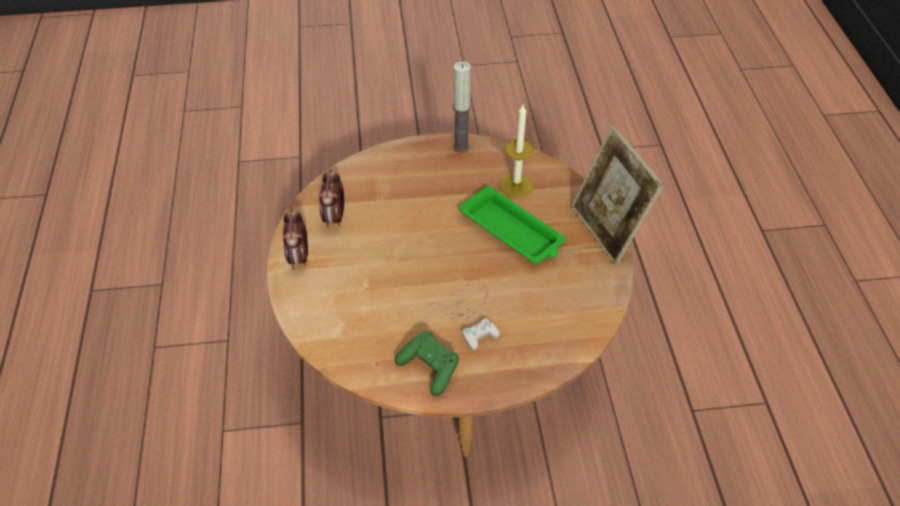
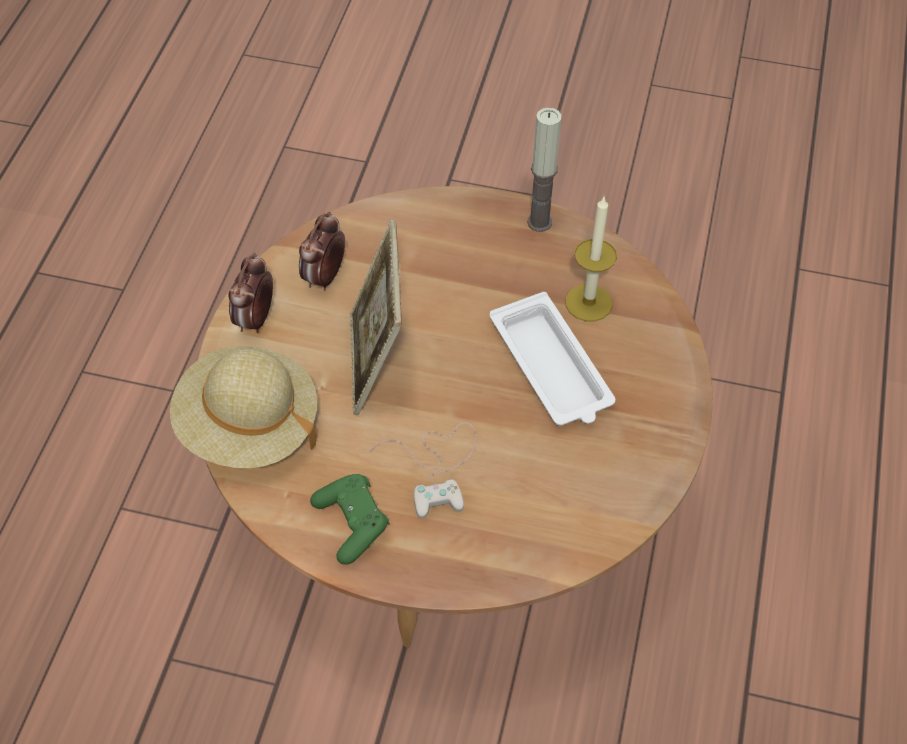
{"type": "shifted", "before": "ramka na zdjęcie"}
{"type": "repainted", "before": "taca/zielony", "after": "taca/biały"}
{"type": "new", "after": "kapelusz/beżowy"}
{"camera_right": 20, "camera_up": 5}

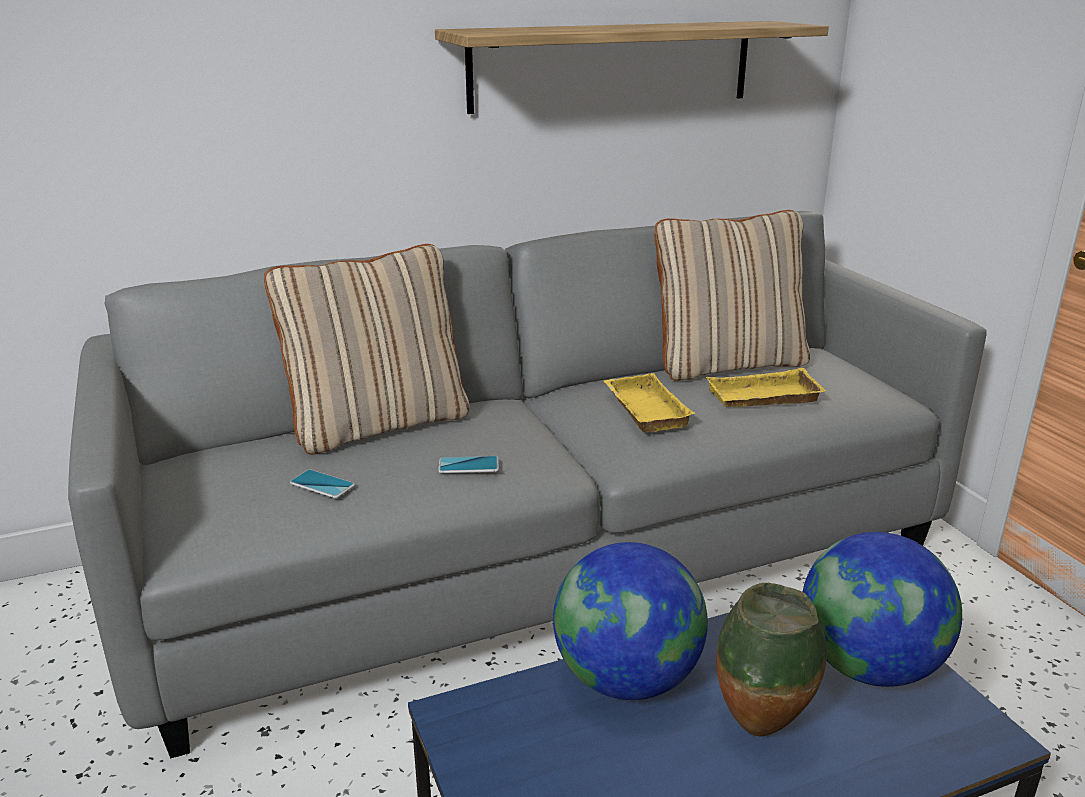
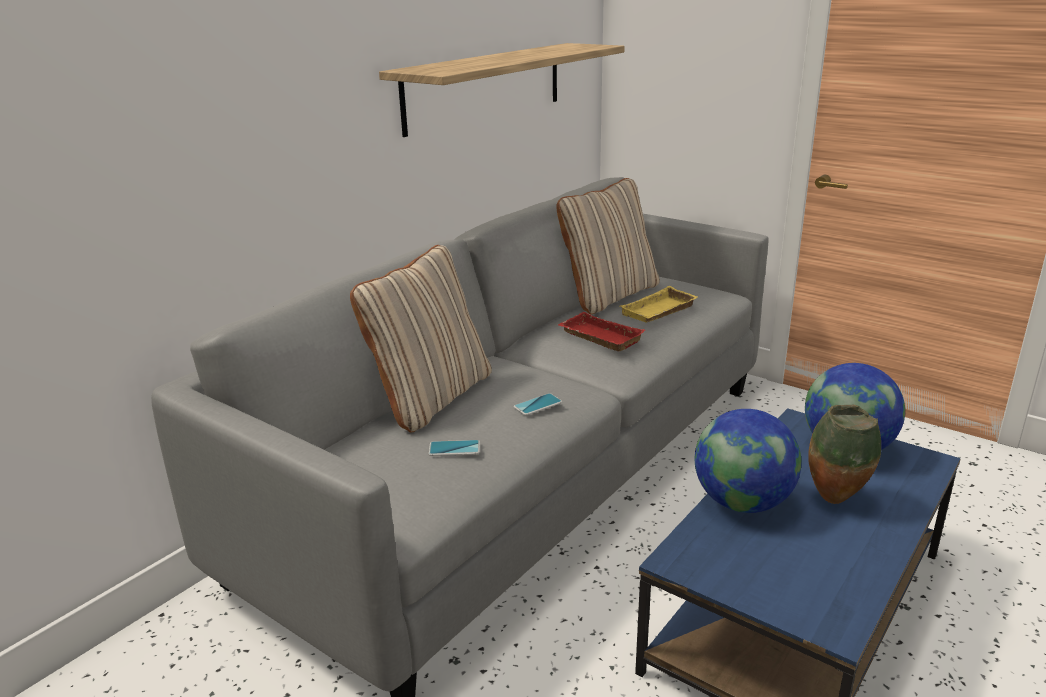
{"type": "repainted", "before": "taca/żółty (no. 1 from left)", "after": "taca/czerwony"}
{"camera_right": -30, "camera_up": 0}

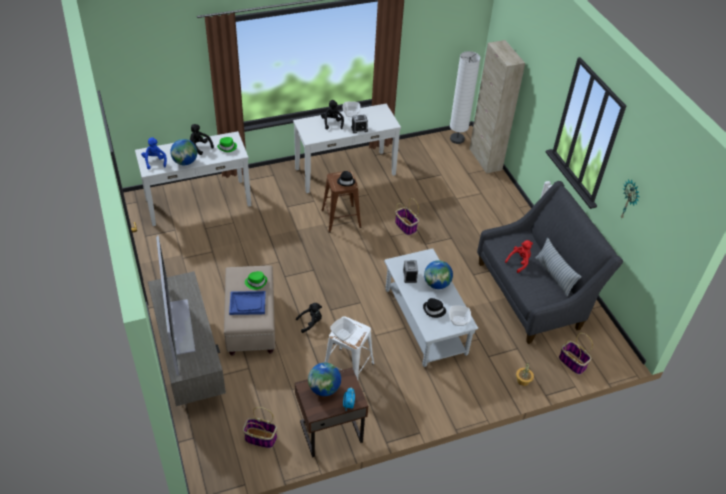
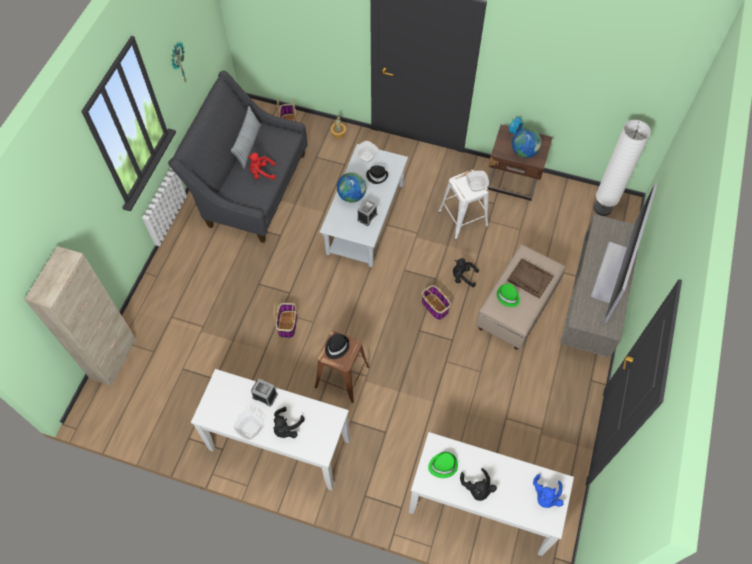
{"type": "shifted", "before": "lampa stojąca/biały"}
{"type": "gone", "before": "globus (no. 1 from left)"}
{"type": "repainted", "before": "taca/niebieski", "after": "taca/brązowy"}
{"type": "shifted", "before": "koszyk (no. 1 from left in the first image)", "after": "koszyk (no. 3 from left)"}
{"camera_right": -140, "camera_up": 15}

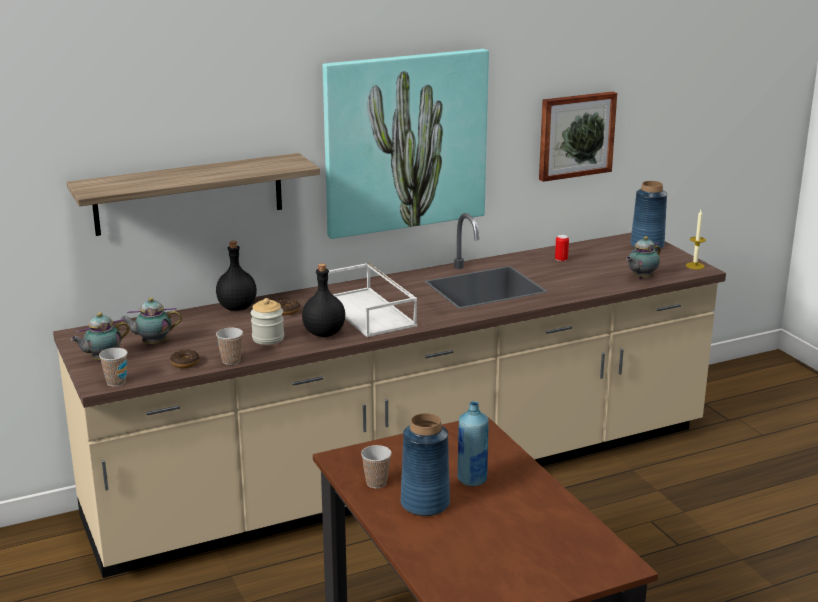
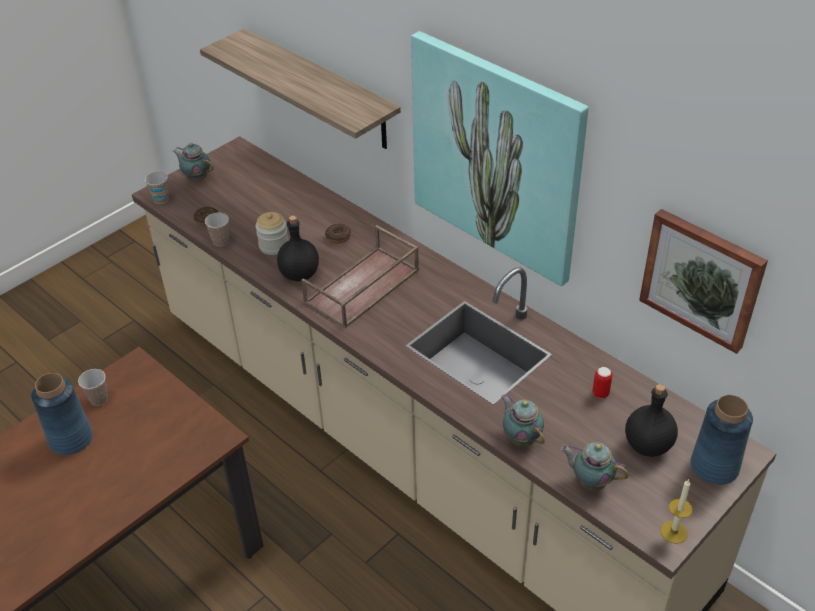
{"type": "shifted", "before": "butelka/czarny (no. 1 from left in the first image)", "after": "butelka/czarny (no. 2 from left)"}
{"type": "repainted", "before": "taca/biały", "after": "taca/brązowy"}
{"type": "shifted", "before": "imbryk (no. 2 from left)"}
{"type": "gone", "before": "butelka/niebieski"}
{"camera_right": 70, "camera_up": 20}

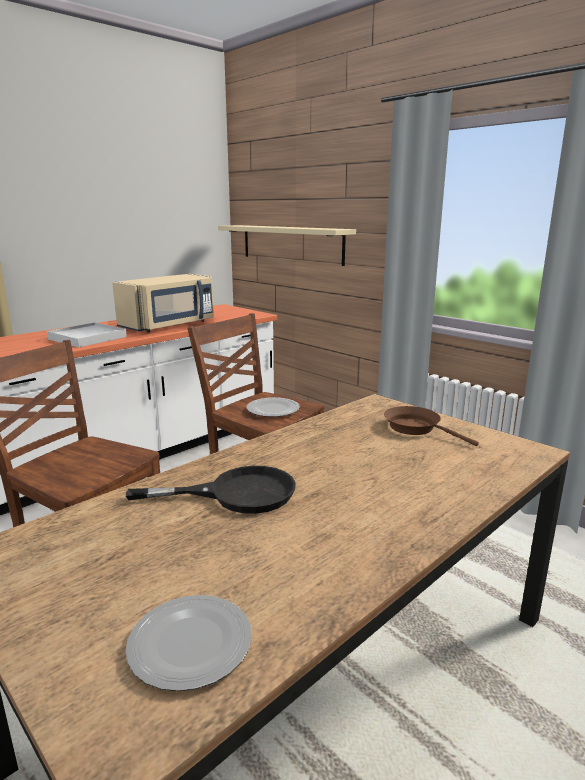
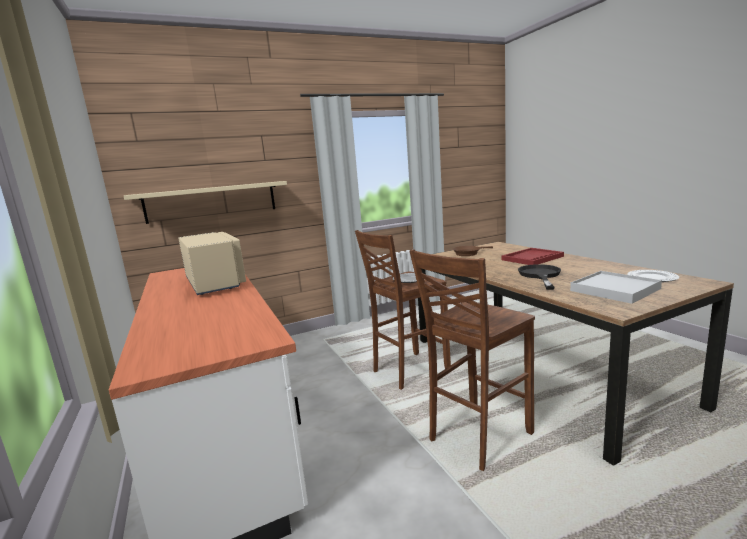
{"type": "shifted", "before": "taca/biały"}
{"type": "new", "after": "taca/czerwony"}
{"camera_right": -70, "camera_up": -5}

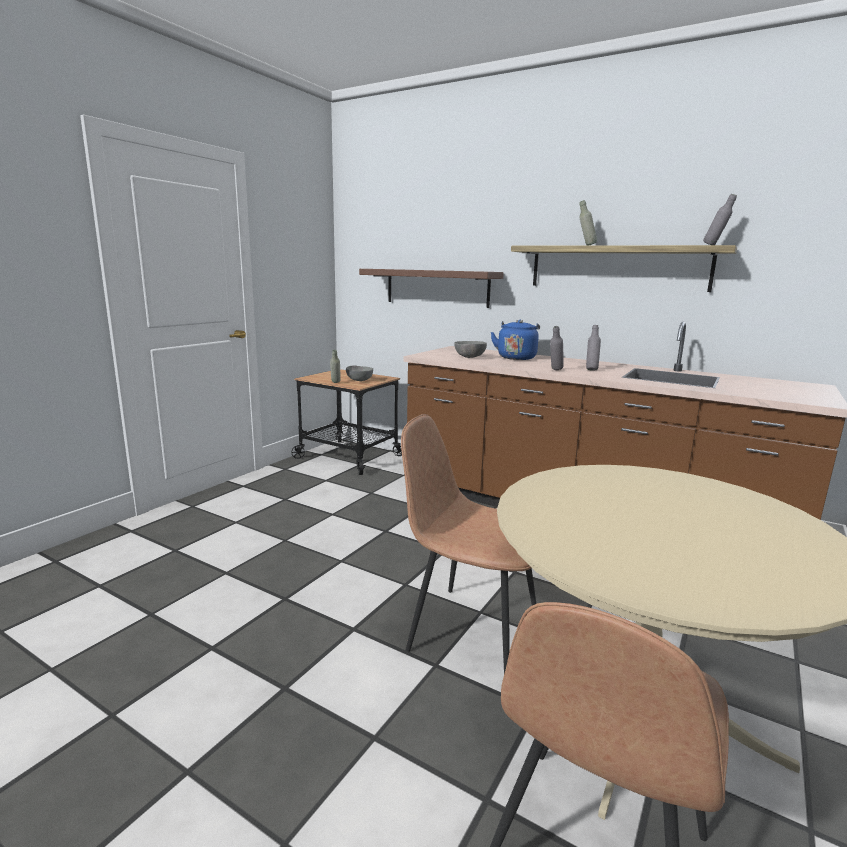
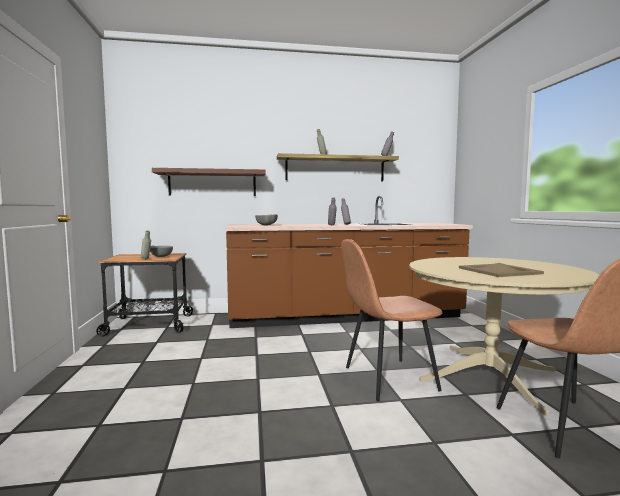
{"type": "gone", "before": "czajnik/niebieski"}
{"type": "new", "after": "taca/beżowy"}
{"camera_right": -40, "camera_up": -10}

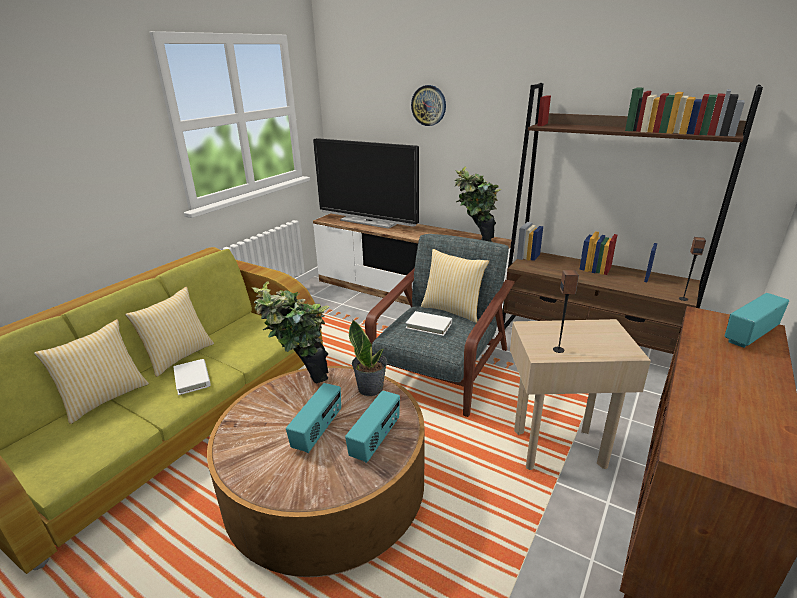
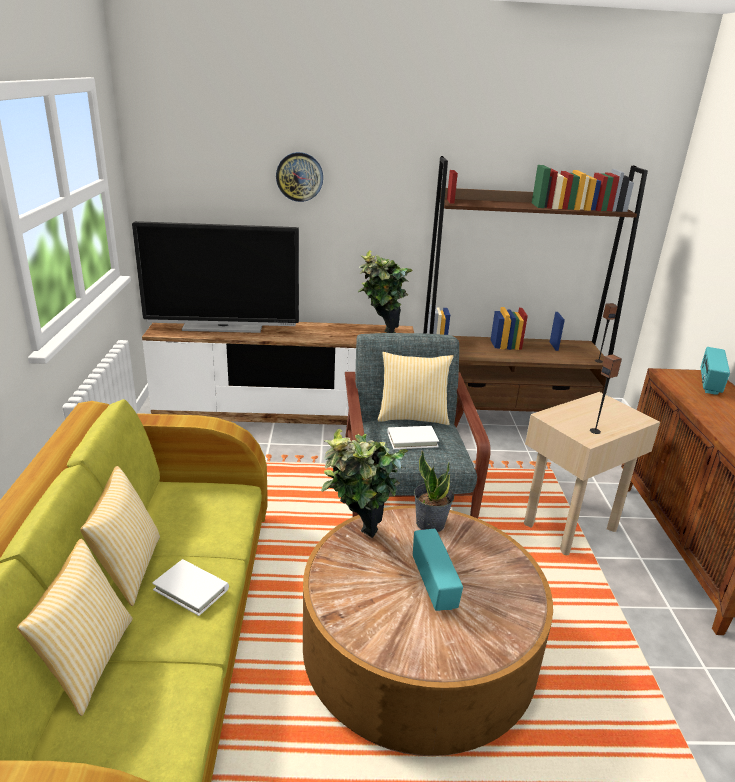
{"type": "gone", "before": "radio (no. 2 from left)"}
{"camera_right": -35, "camera_up": 0}

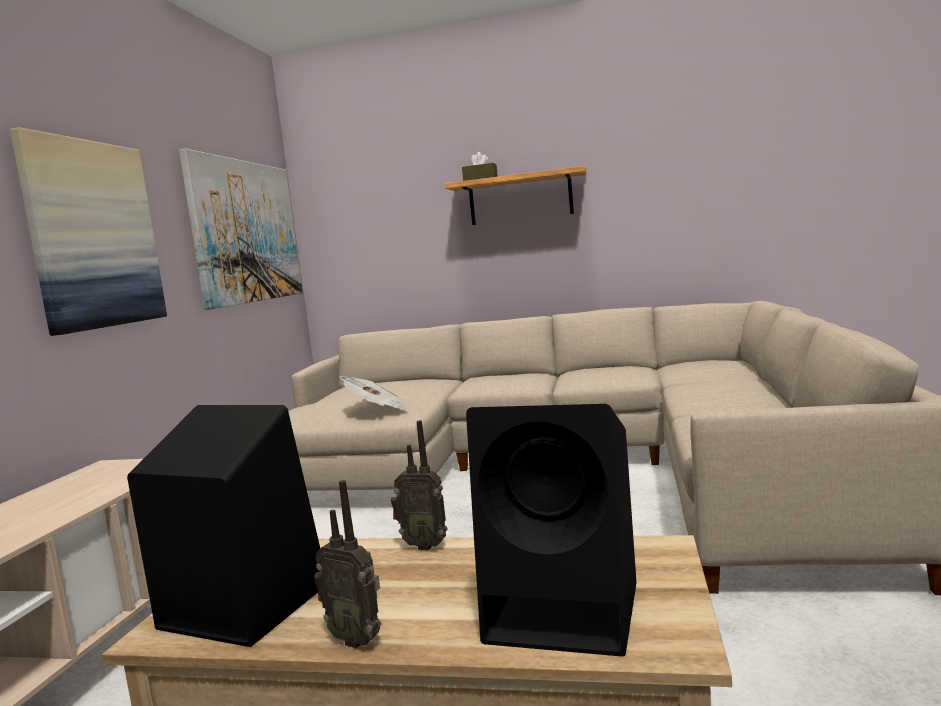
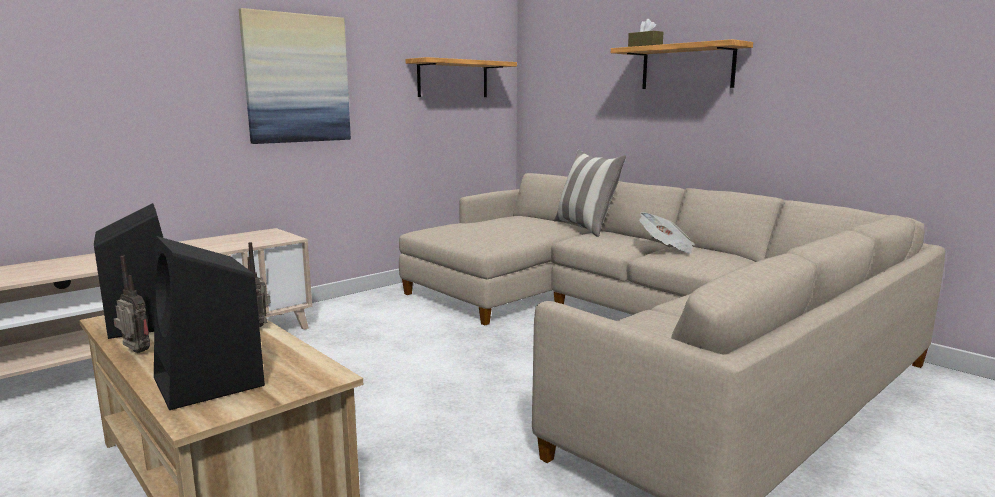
{"type": "swapped", "before": "obraz (no. 2 from left)", "after": "półka (no. 1 from left)"}
{"type": "shifted", "before": "gazeta"}
{"type": "rotated", "before": "radio (no. 1 from left)", "turn": 150}
{"type": "new", "after": "poduszka"}
{"camera_right": 35, "camera_up": 5}

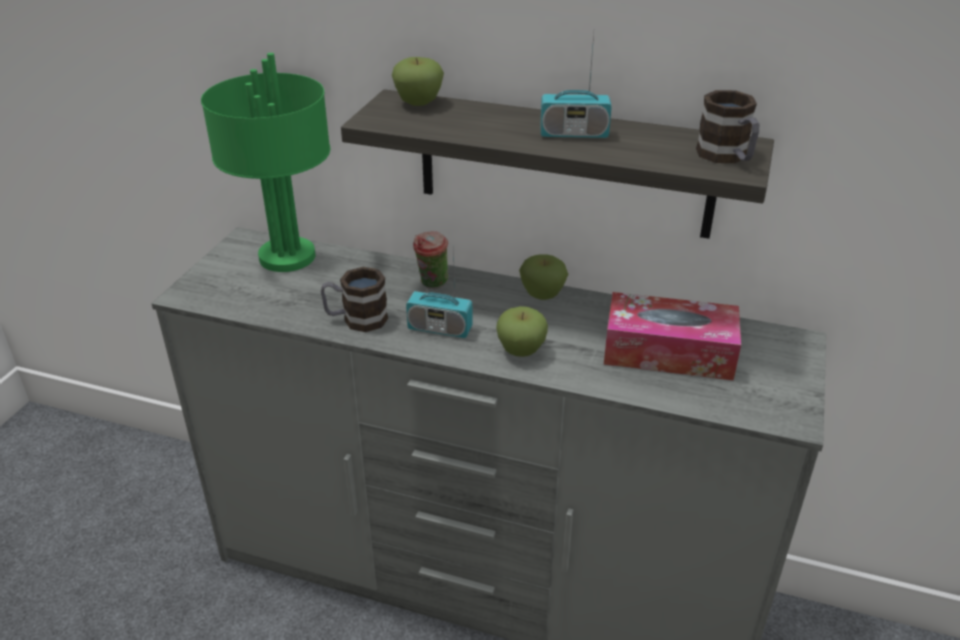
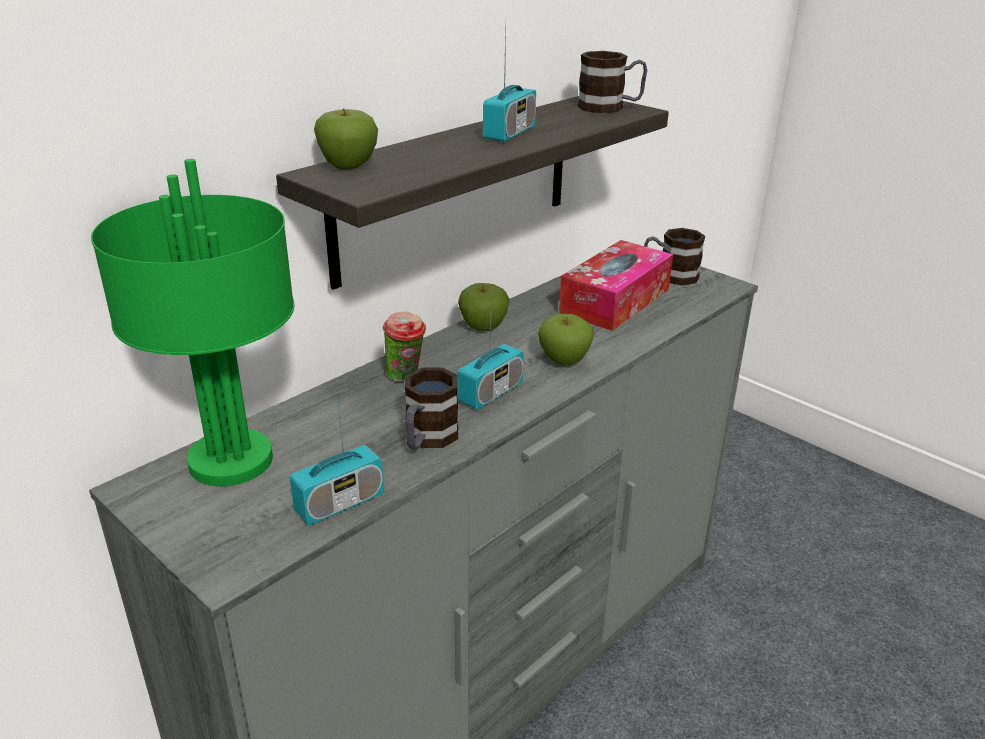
{"type": "new", "after": "kubek (no. 3 from left)"}
{"type": "new", "after": "radio (no. 1 from left)"}
{"camera_right": -65, "camera_up": -5}

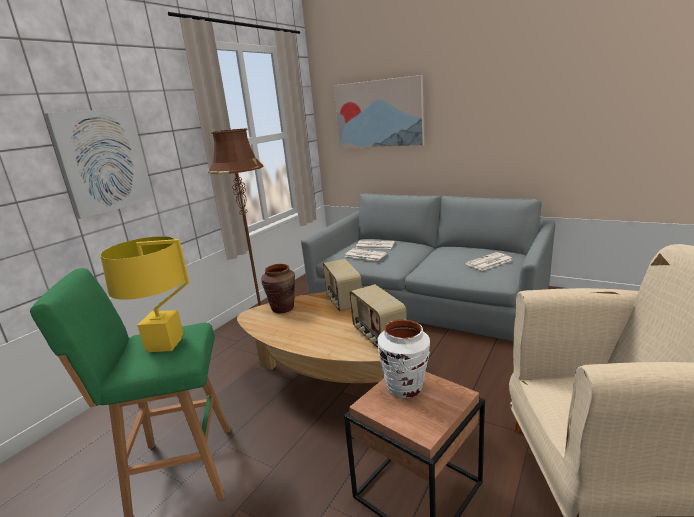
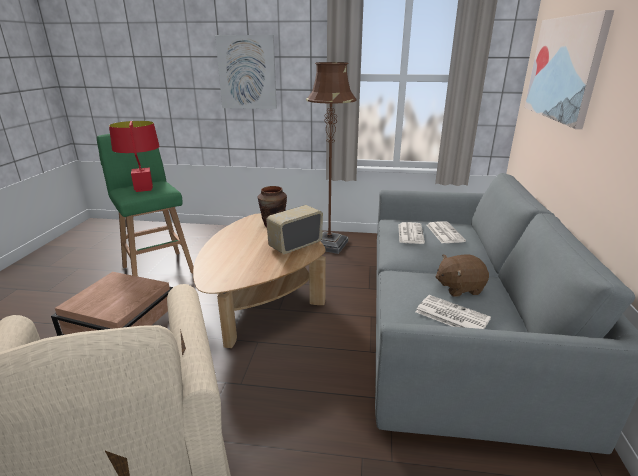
{"type": "repainted", "before": "lampa stołowa/żółty", "after": "lampa stołowa/czerwony"}
{"type": "gone", "before": "radio (no. 2 from left)"}
{"type": "gone", "before": "wazon/biały"}
{"type": "new", "after": "pluszak/brązowy"}
{"camera_right": 65, "camera_up": 5}

